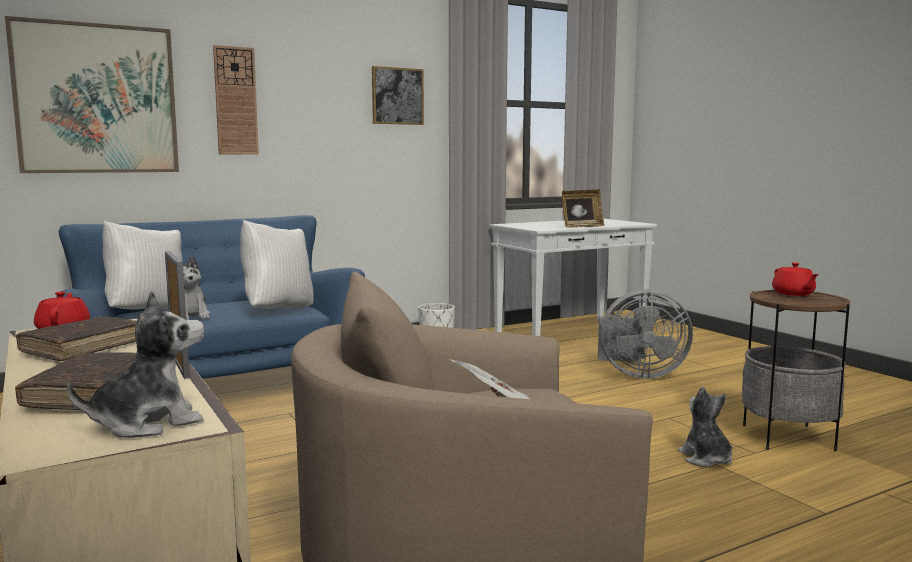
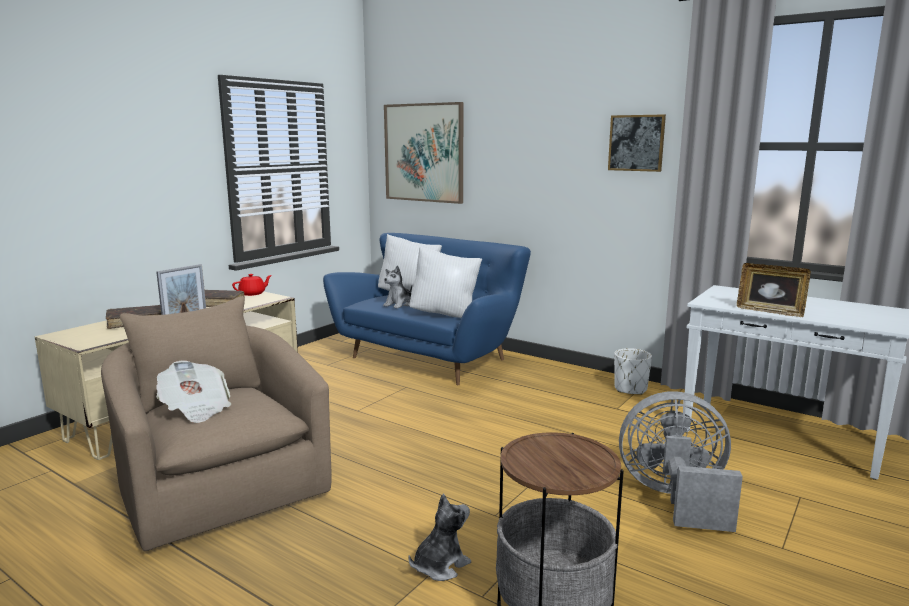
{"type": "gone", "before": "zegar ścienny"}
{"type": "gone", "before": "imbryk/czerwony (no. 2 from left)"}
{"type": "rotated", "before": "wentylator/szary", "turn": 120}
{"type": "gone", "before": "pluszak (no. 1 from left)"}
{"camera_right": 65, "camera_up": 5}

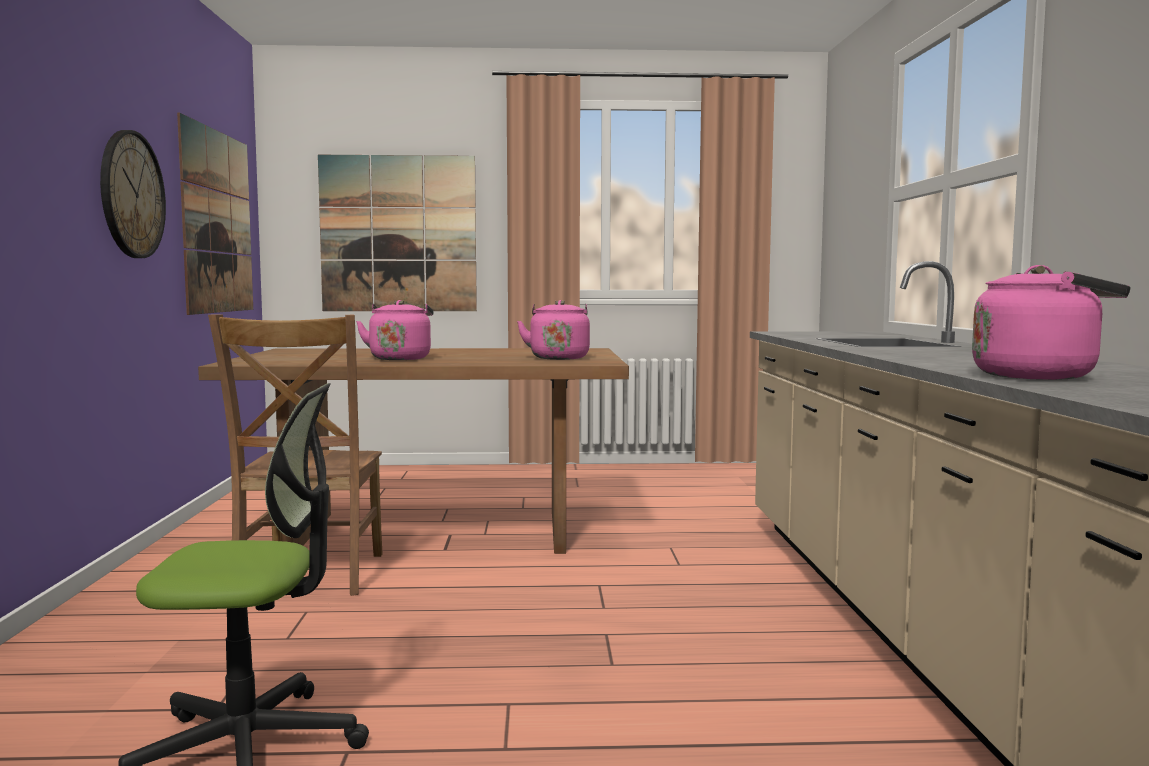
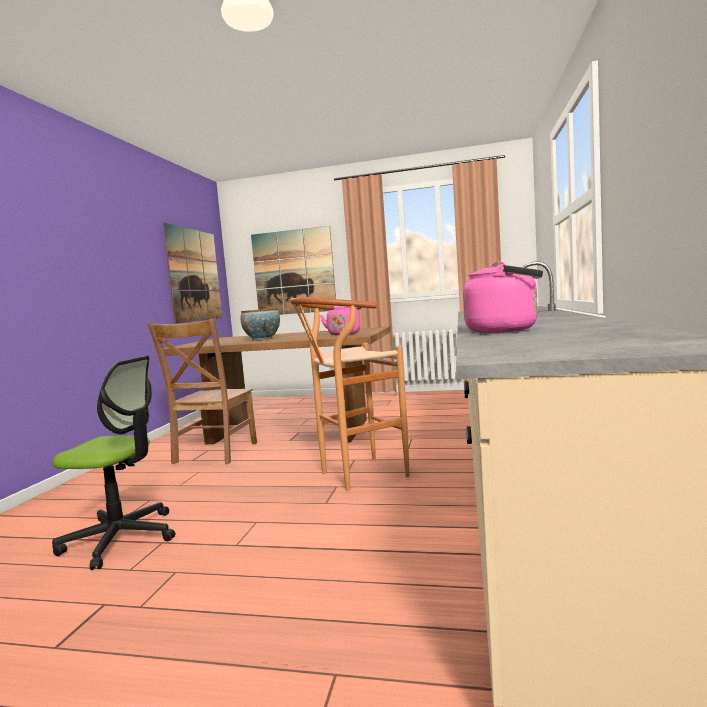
{"type": "gone", "before": "zegar ścienny"}
{"type": "swapped", "before": "czajnik/różowy (no. 1 from left)", "after": "miska"}
{"type": "new", "after": "stołek/brązowy"}
{"camera_right": 15, "camera_up": 0}

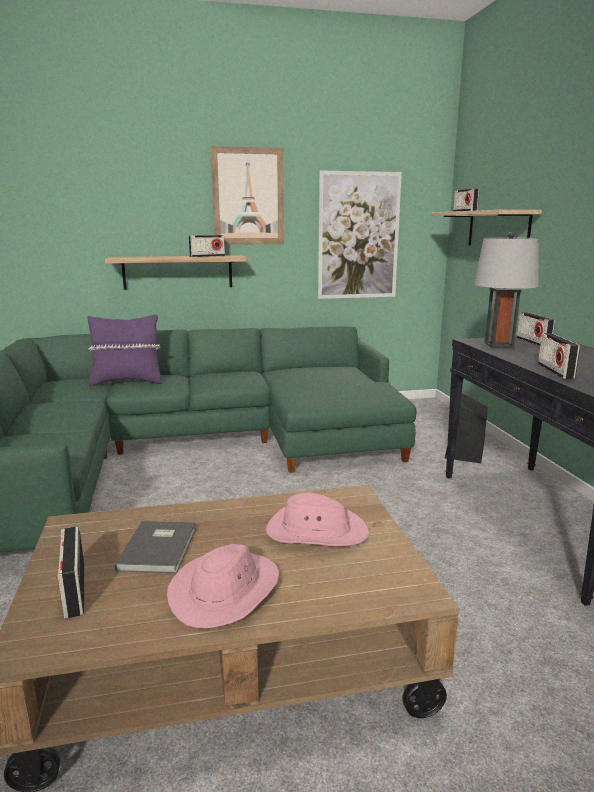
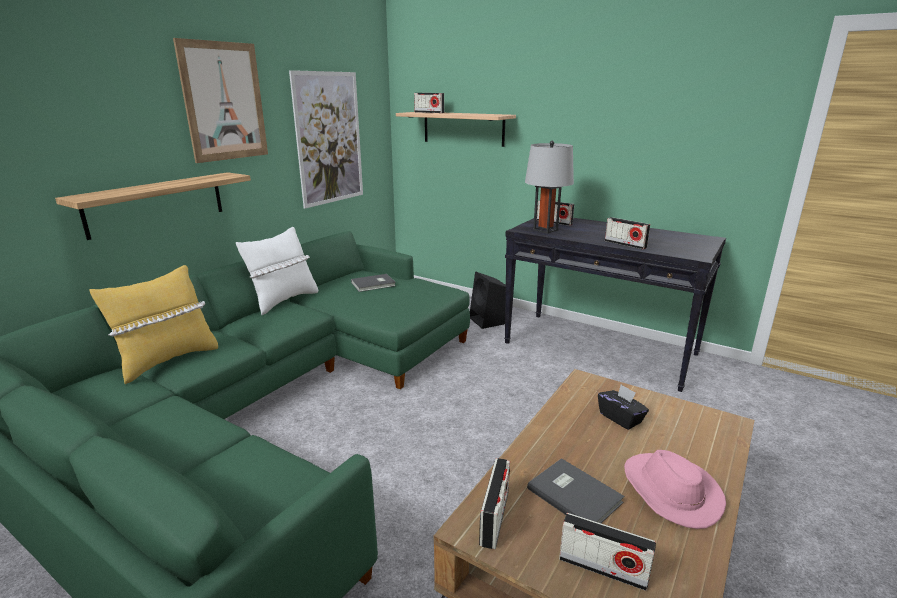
{"type": "shifted", "before": "radio (no. 2 from left)"}
{"type": "repainted", "before": "poduszka/fioletowy", "after": "poduszka/żółty"}
{"type": "swapped", "before": "kapelusz/różowy (no. 2 from left)", "after": "pudełko chusteczek/czarny"}
{"type": "new", "after": "poduszka/biały"}
{"type": "new", "after": "książka/szary (no. 1 from left)"}
{"camera_right": -45, "camera_up": 5}

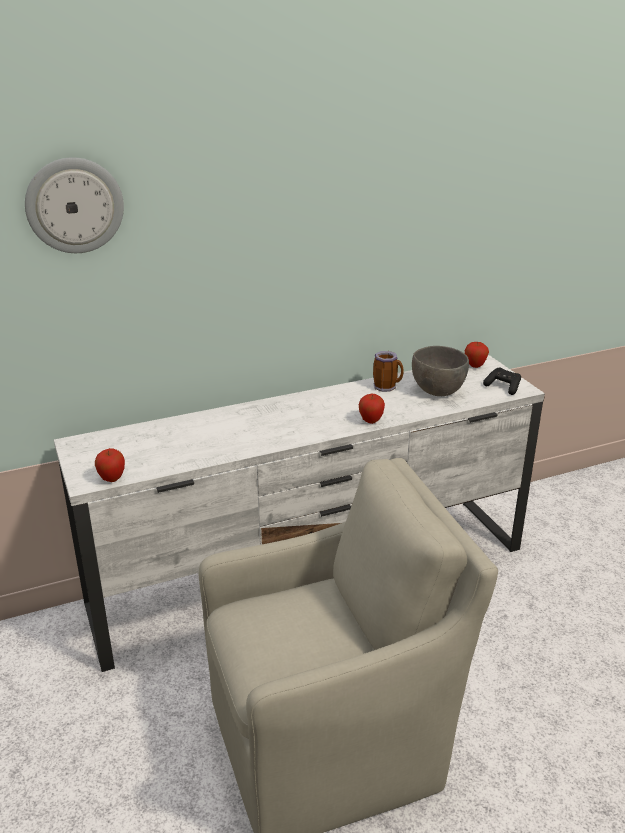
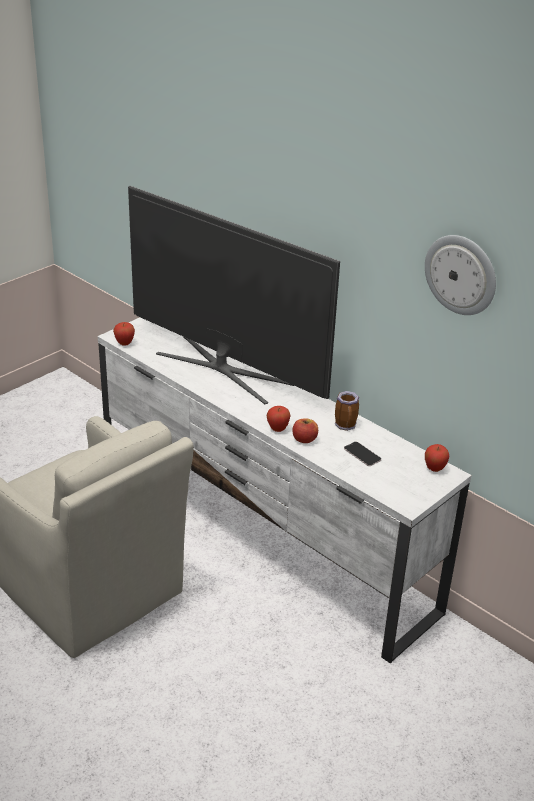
{"type": "shifted", "before": "zegar ścienny"}
{"type": "swapped", "before": "miska/szary", "after": "telefon"}
{"type": "gone", "before": "pad do gier/czarny"}
{"type": "new", "after": "telewizor"}
{"type": "new", "after": "jabłko (no. 3 from left)"}
{"camera_right": 65, "camera_up": 5}

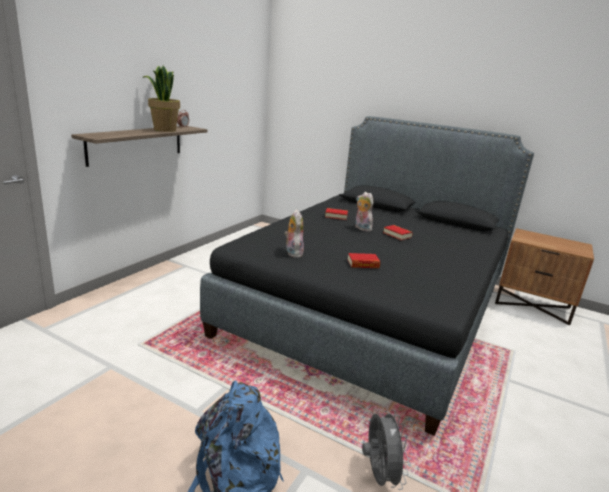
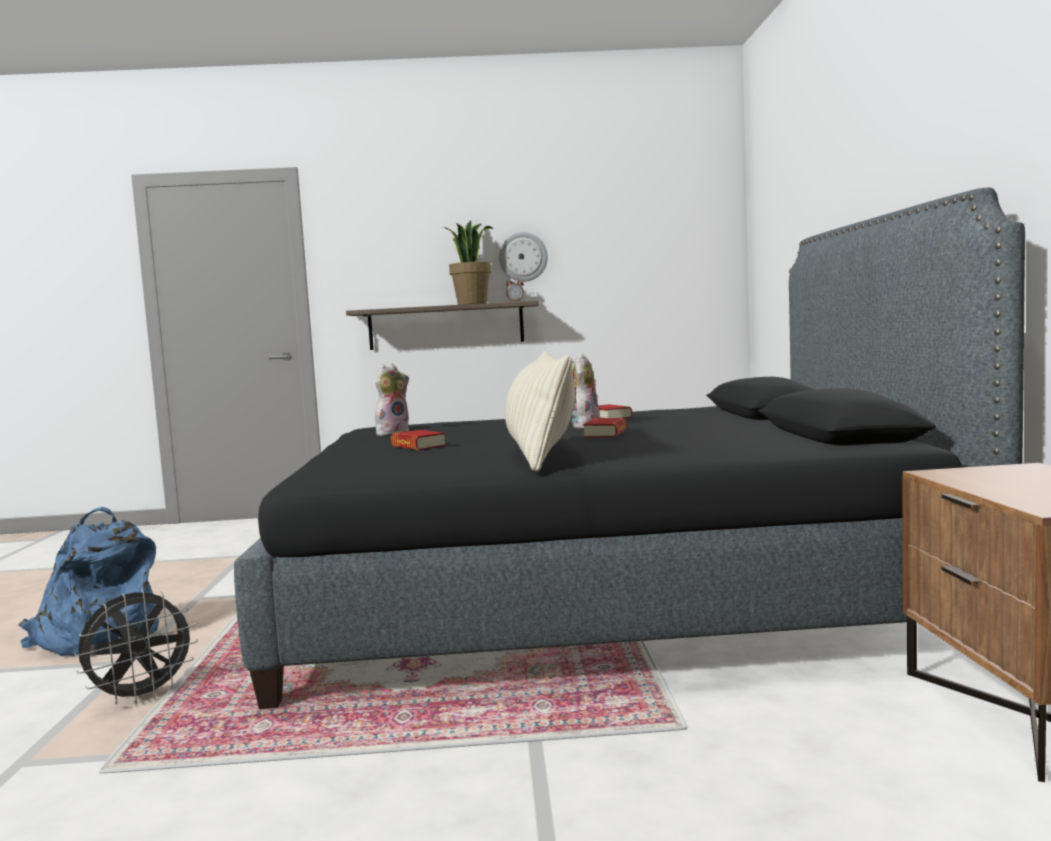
{"type": "new", "after": "zegar ścienny"}
{"type": "new", "after": "poduszka/beżowy"}
{"camera_right": 60, "camera_up": -15}

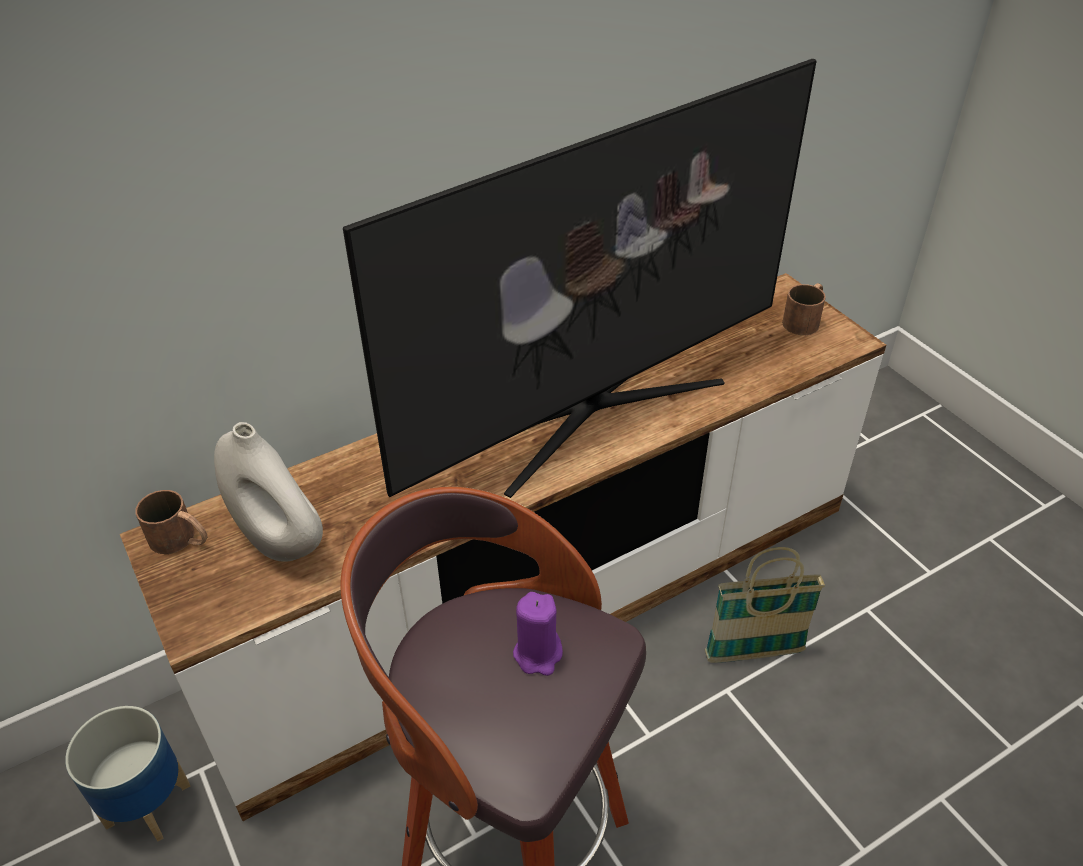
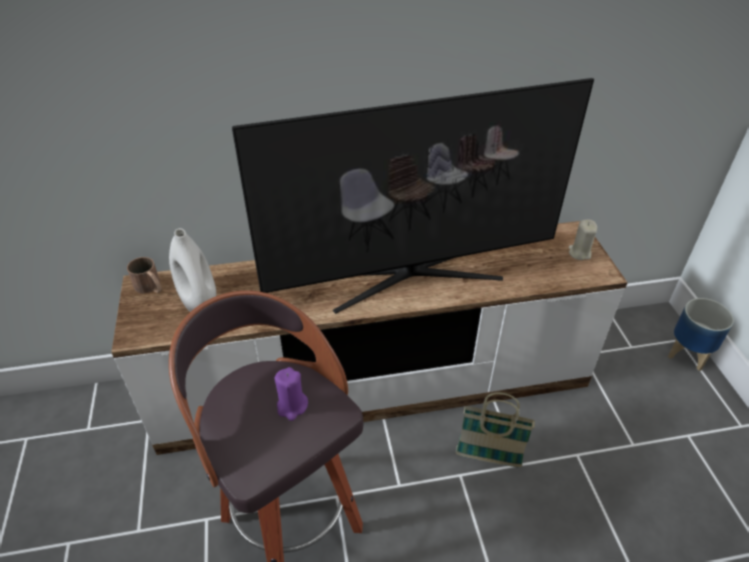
{"type": "swapped", "before": "kubek/brązowy (no. 2 from left)", "after": "świeca/beżowy"}
{"type": "shifted", "before": "donica"}
{"camera_right": 20, "camera_up": 0}

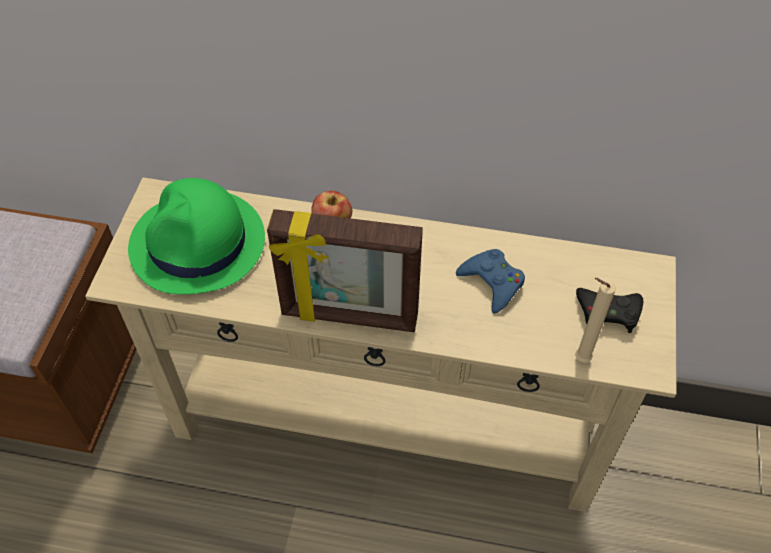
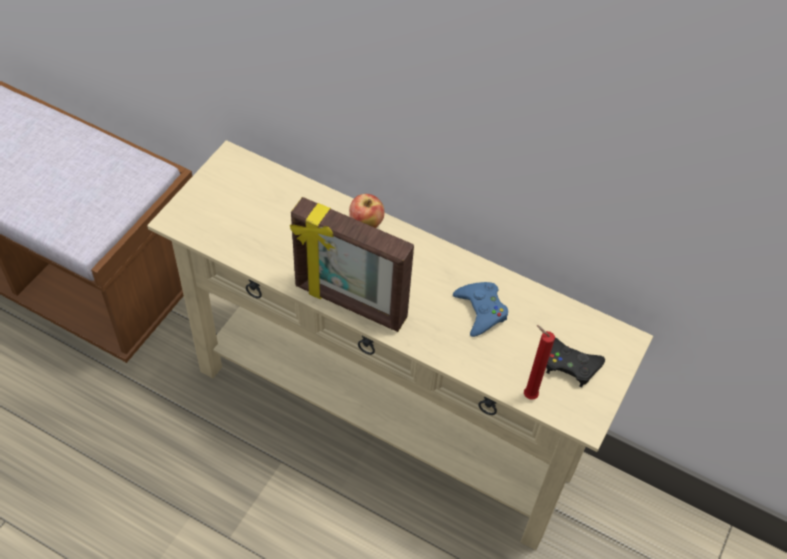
{"type": "gone", "before": "kapelusz/zielony"}
{"type": "repainted", "before": "świeca/beżowy", "after": "świeca/czerwony"}
{"camera_right": 15, "camera_up": 0}

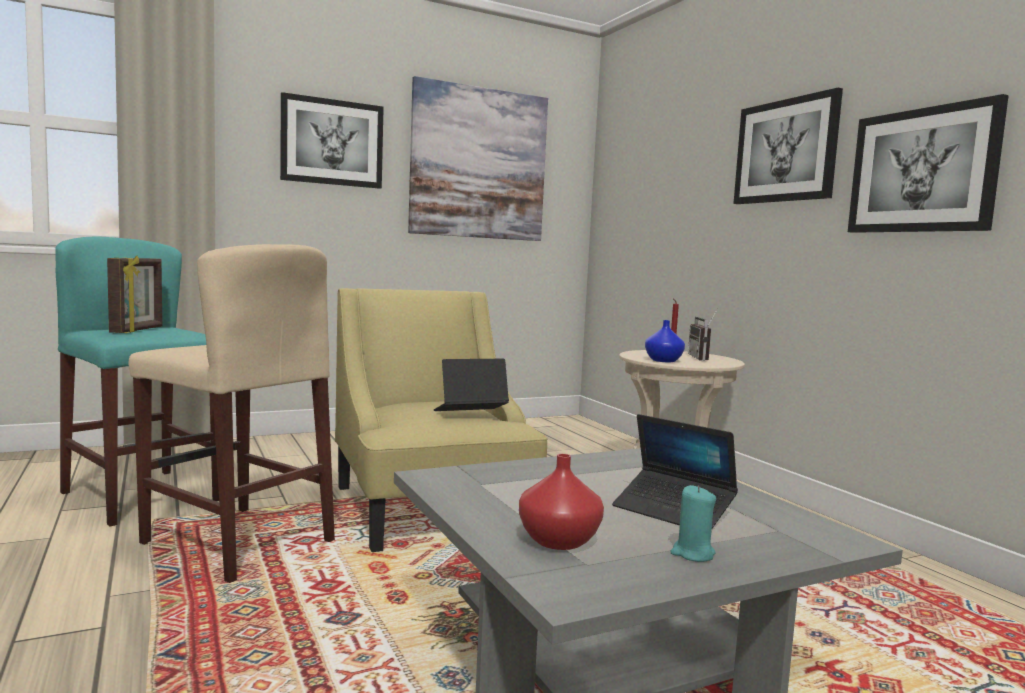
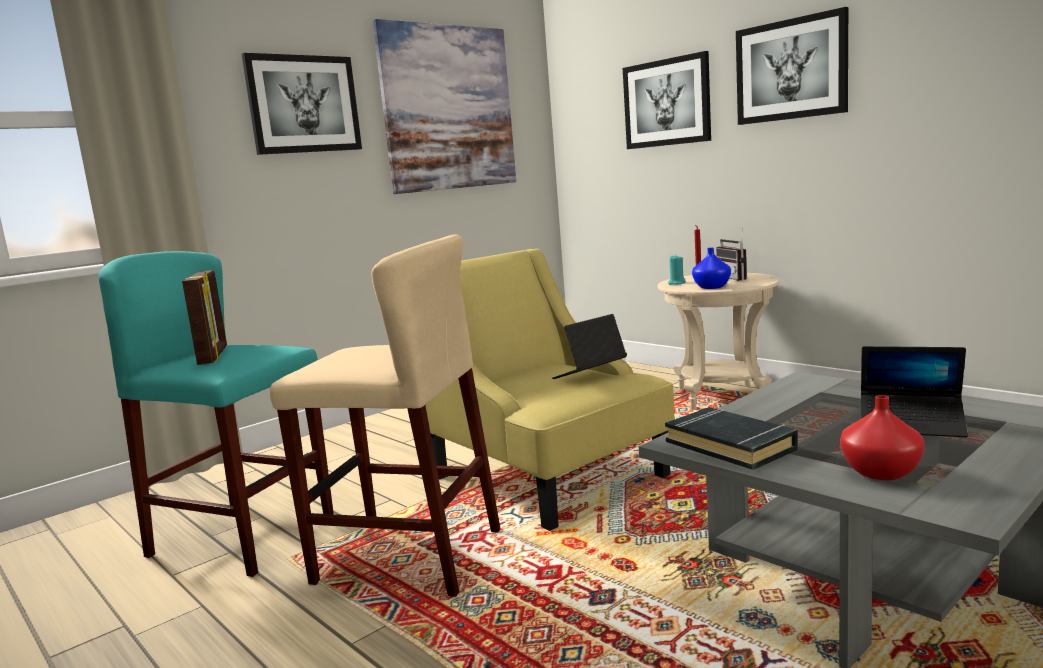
{"type": "shifted", "before": "obraz (no. 4 from left in the first image)", "after": "obraz (no. 3 from left)"}
{"type": "shifted", "before": "świeca/turkusowy"}
{"type": "new", "after": "książka/czarny"}
{"camera_right": -15, "camera_up": 5}

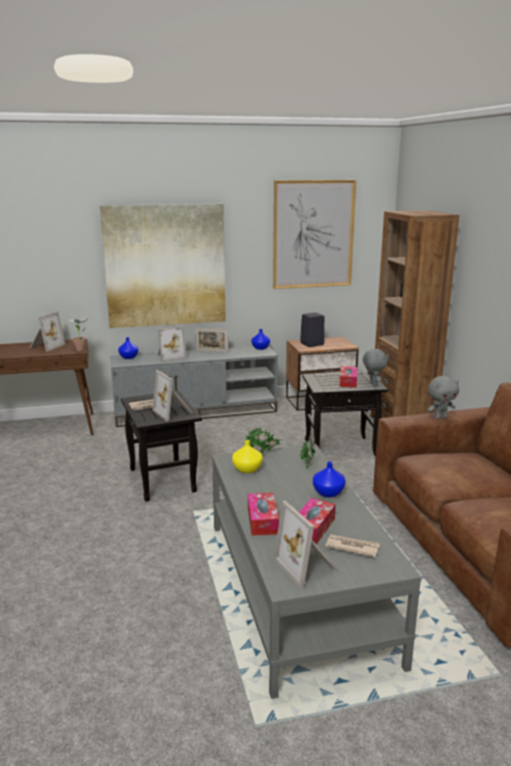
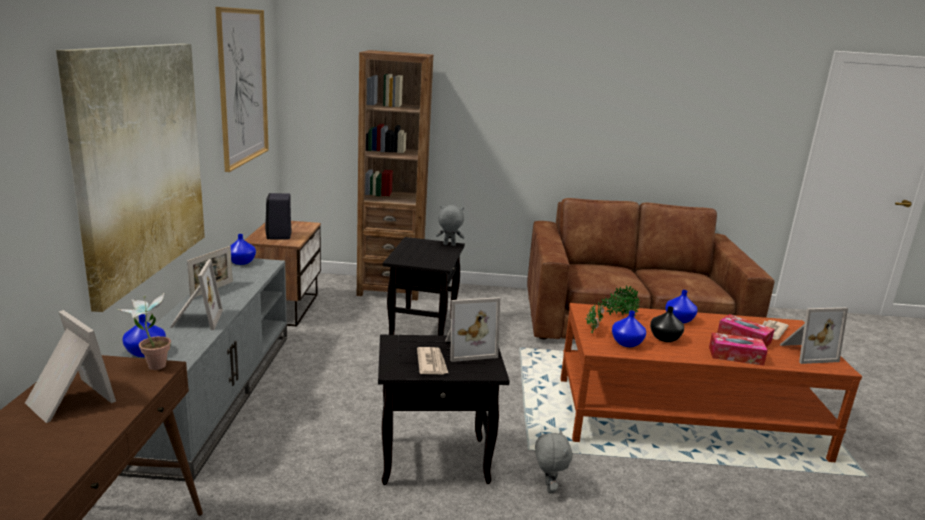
{"type": "gone", "before": "pudełko chusteczek (no. 3 from left)"}
{"type": "shifted", "before": "pluszak/szary (no. 2 from left)"}
{"type": "repainted", "before": "wazon/żółty", "after": "wazon/niebieski (no. 3 from left)"}
{"type": "repainted", "before": "ława/szary", "after": "ława/brązowy"}
{"type": "new", "after": "wazon/czarny"}
{"camera_right": -75, "camera_up": 0}

